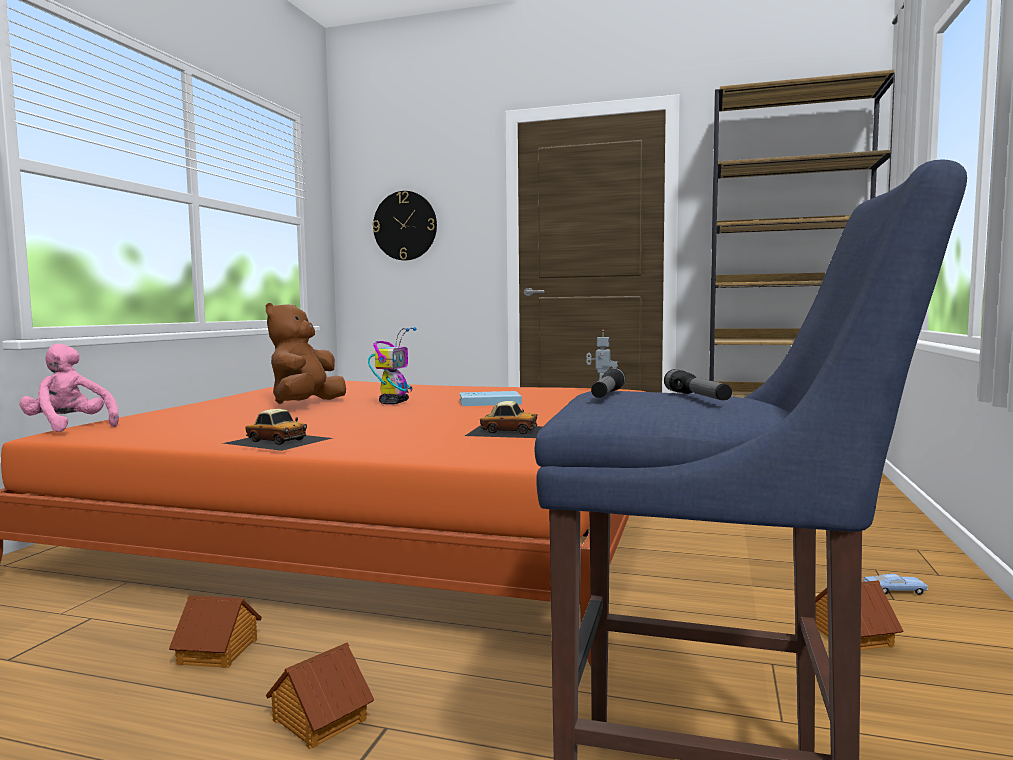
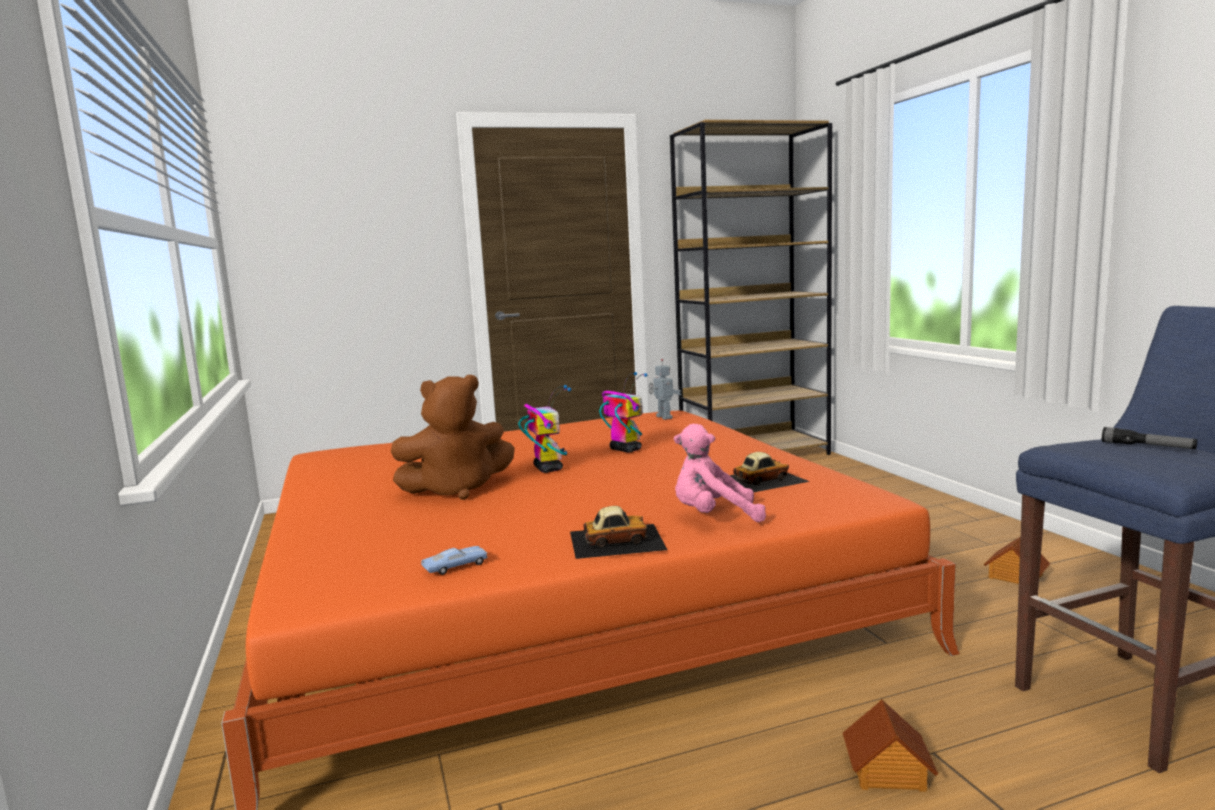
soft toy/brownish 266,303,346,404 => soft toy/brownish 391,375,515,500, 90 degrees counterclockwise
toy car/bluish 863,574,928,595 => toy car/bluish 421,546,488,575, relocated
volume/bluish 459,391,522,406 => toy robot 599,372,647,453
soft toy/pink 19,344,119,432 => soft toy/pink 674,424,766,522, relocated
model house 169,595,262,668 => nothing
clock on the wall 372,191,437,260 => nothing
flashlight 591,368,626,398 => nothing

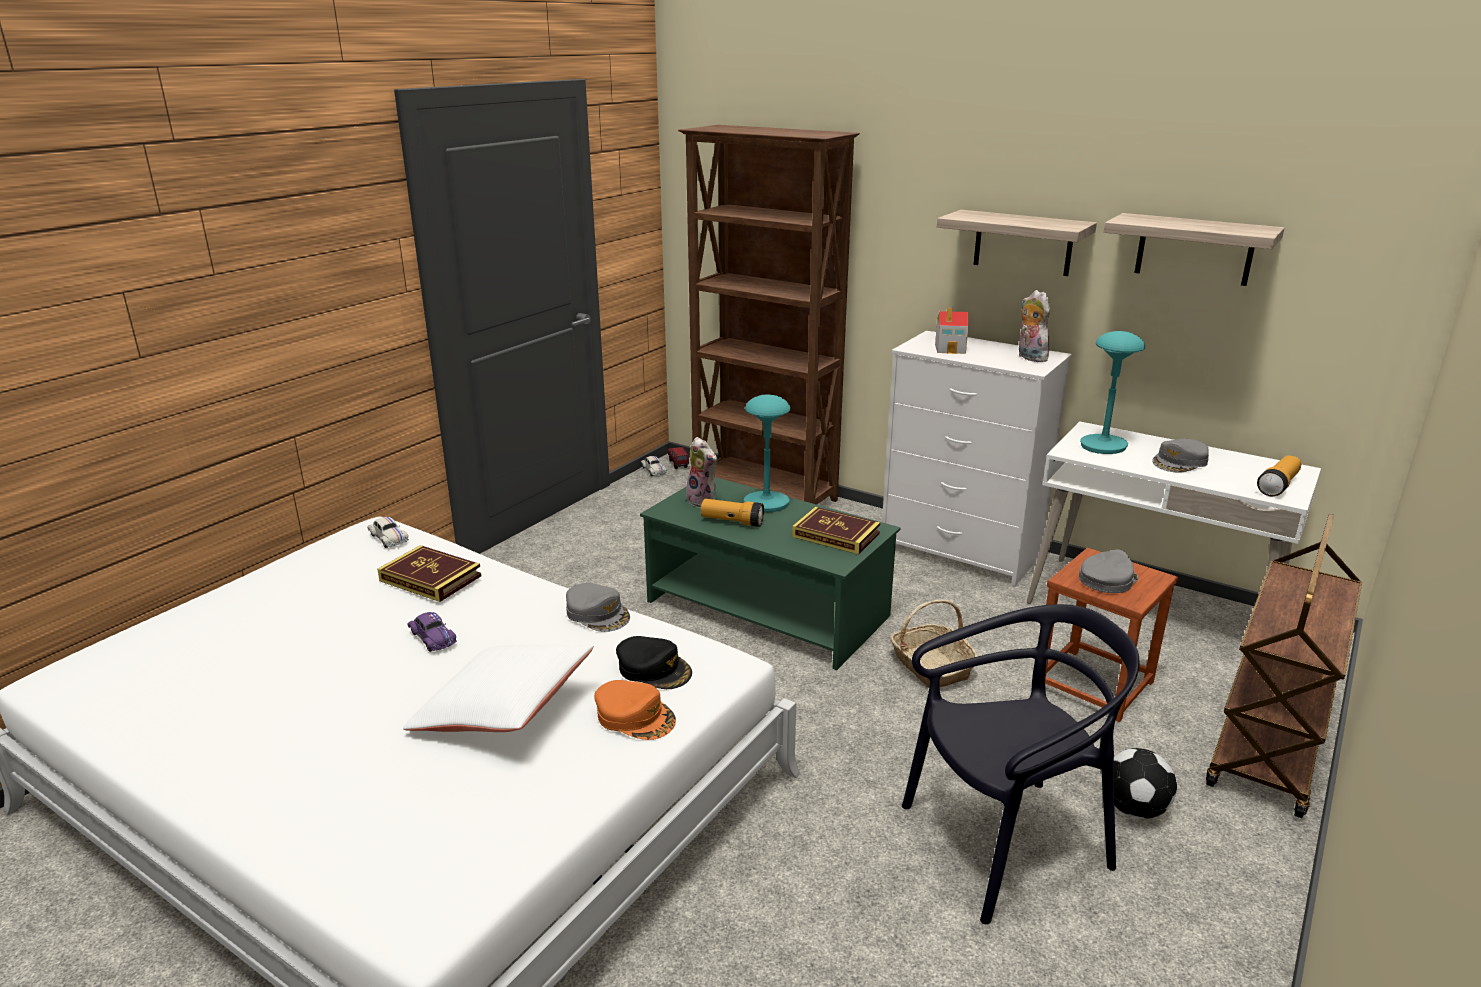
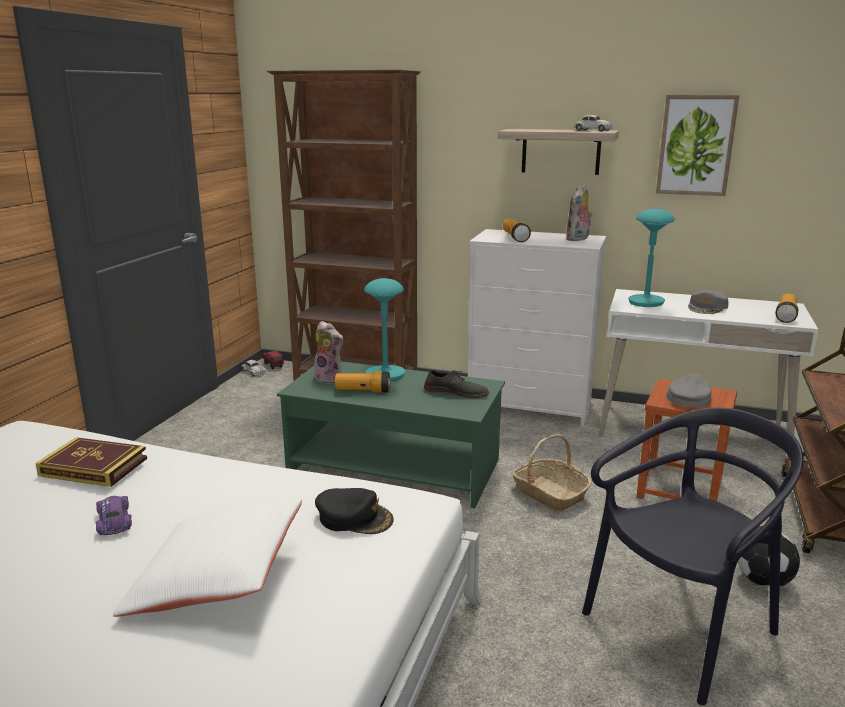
toy car/purplish 407,612,457,652 => toy car/purplish 96,496,132,535, 150 degrees counterclockwise
volume 792,507,880,555 => item of footwear/greyish 424,370,489,398
model house 935,308,969,354 => flashlight 503,219,531,242
soft toy 1019,290,1050,362 => soft toy 566,184,593,241, 105 degrees counterclockwise
toy car/whitish 367,517,409,548 => toy car/whitish 574,115,613,132, relocated
wall shelf 1104,213,1285,286 => picture 656,95,739,196
peaked cap/greyish 566,583,630,632 => nothing
peaked cap/orange-coloured 594,680,676,740 => nothing

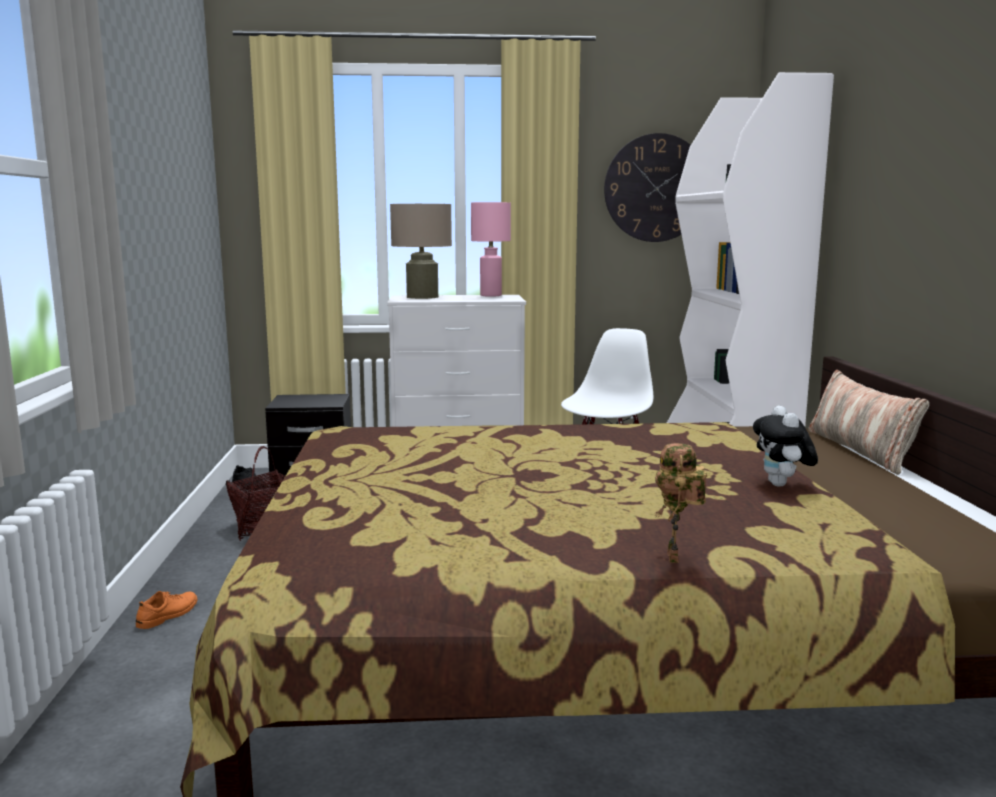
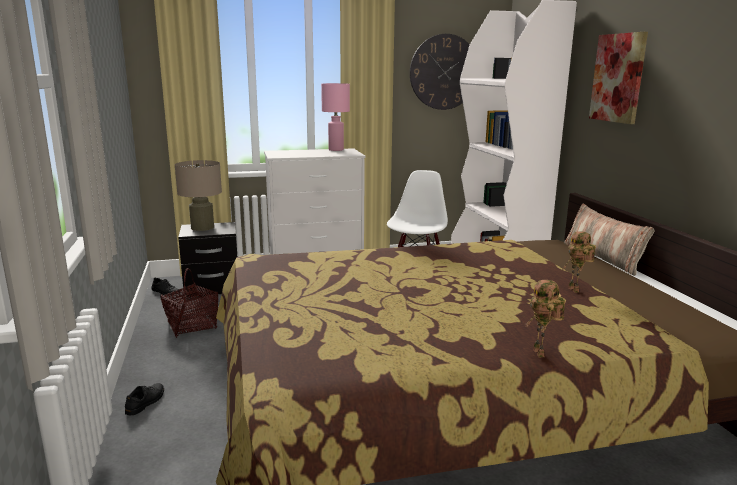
item of footwear/orange-coloured 136,591,197,629 => item of footwear/blackish 125,383,164,415
tabletop lamp/sand-coloured 390,204,452,299 => tabletop lamp/sand-coloured 175,160,222,231, relocated
soft toy 753,406,818,487 => toy robot 563,231,596,293
nothing => picture 589,32,648,124

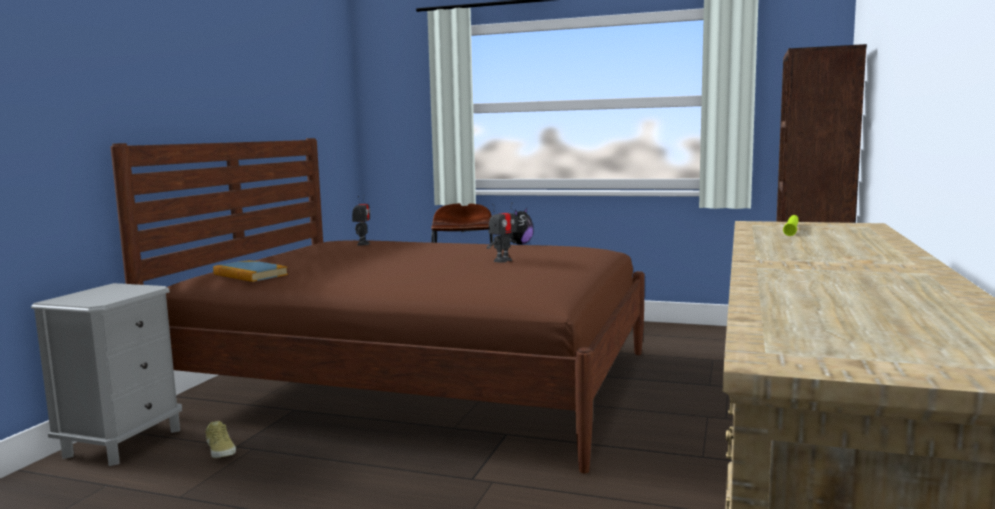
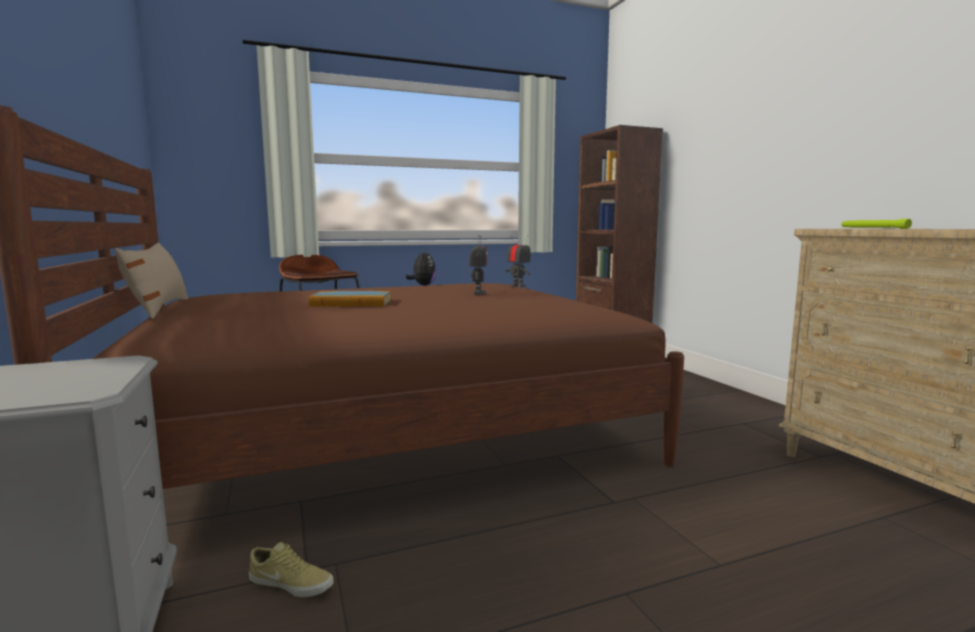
nothing => throw pillow/sand-coloured 115,242,188,319
volume 213,260,288,282 => volume 309,291,391,307, relocated
toy robot 352,195,370,246 => toy robot 505,235,531,287, relocated

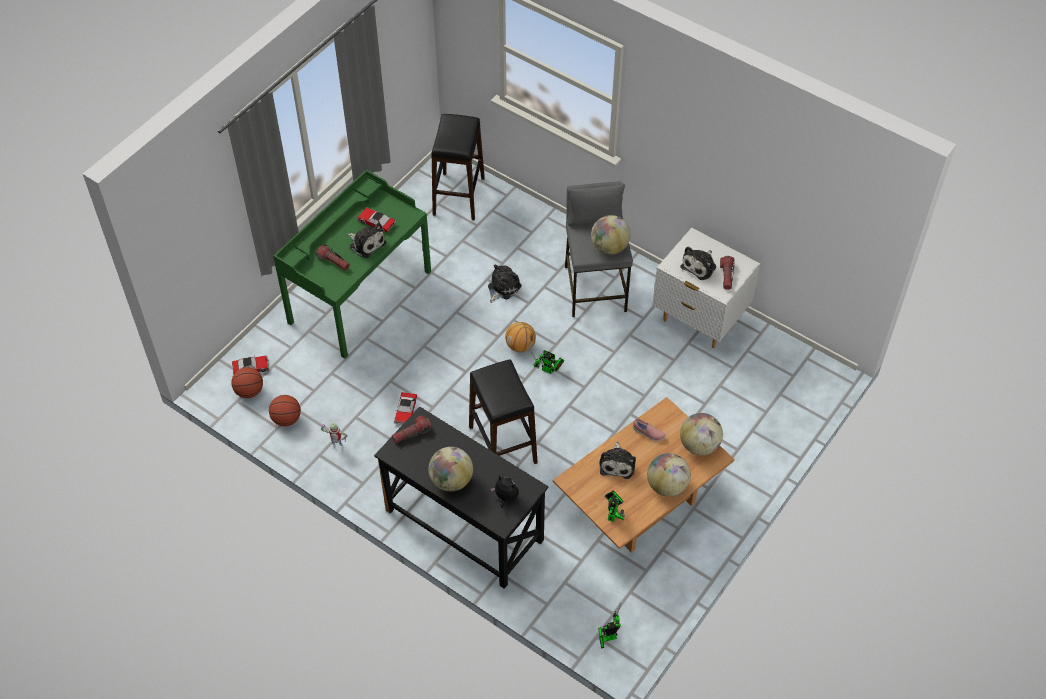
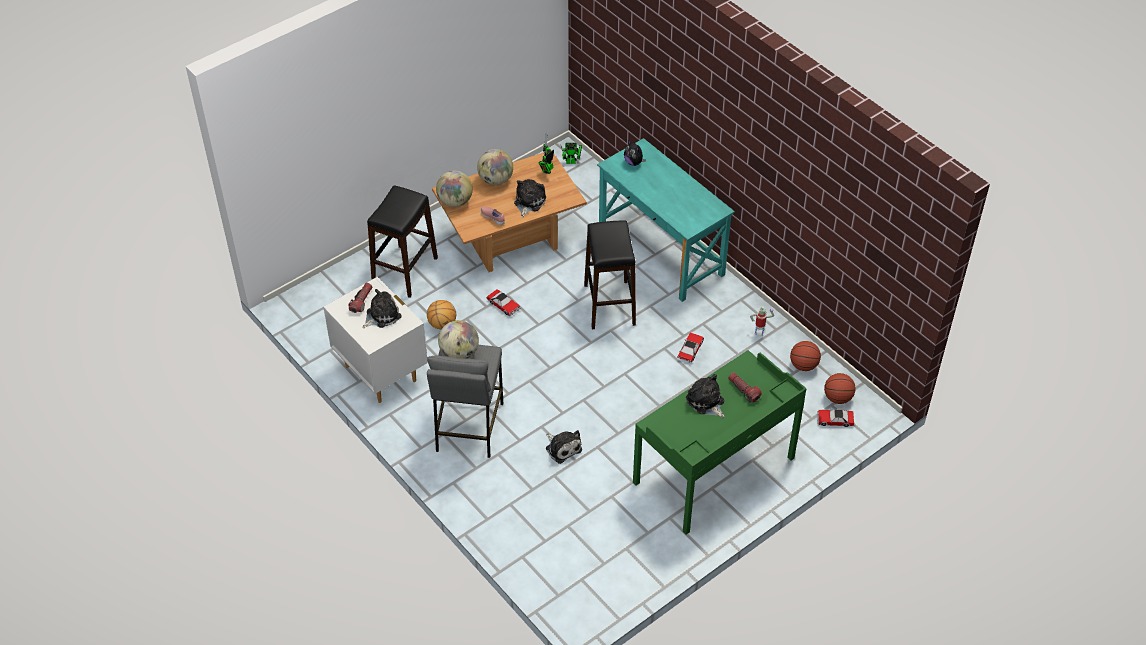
stool/blackish 431,114,485,220 => stool/blackish 367,186,438,298, relocated
basketball 505,322,536,352 => basketball 427,300,456,329, relocated
toy car 357,207,396,232 => toy car 487,289,521,316, relocated
soft toy 488,265,522,303 => soft toy 546,430,582,464, 90 degrees counterclockwise
desk table/blackish 374,406,548,589 => desk table/turquoise-coloured 597,138,735,302
flashlight 392,416,432,443 => nothing
desk globe 429,447,473,491 => nothing
toy robot 532,350,564,374 => nothing

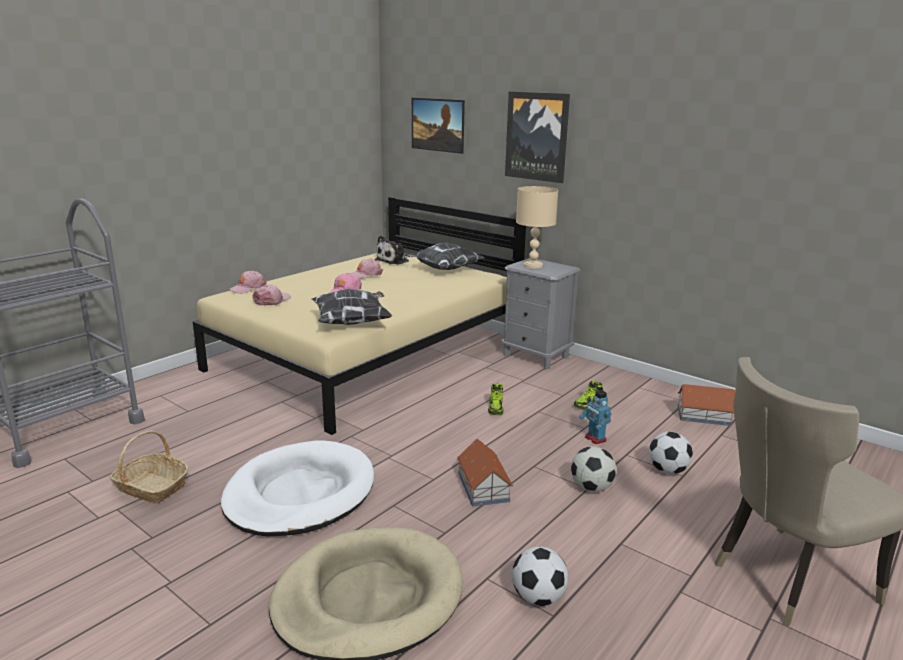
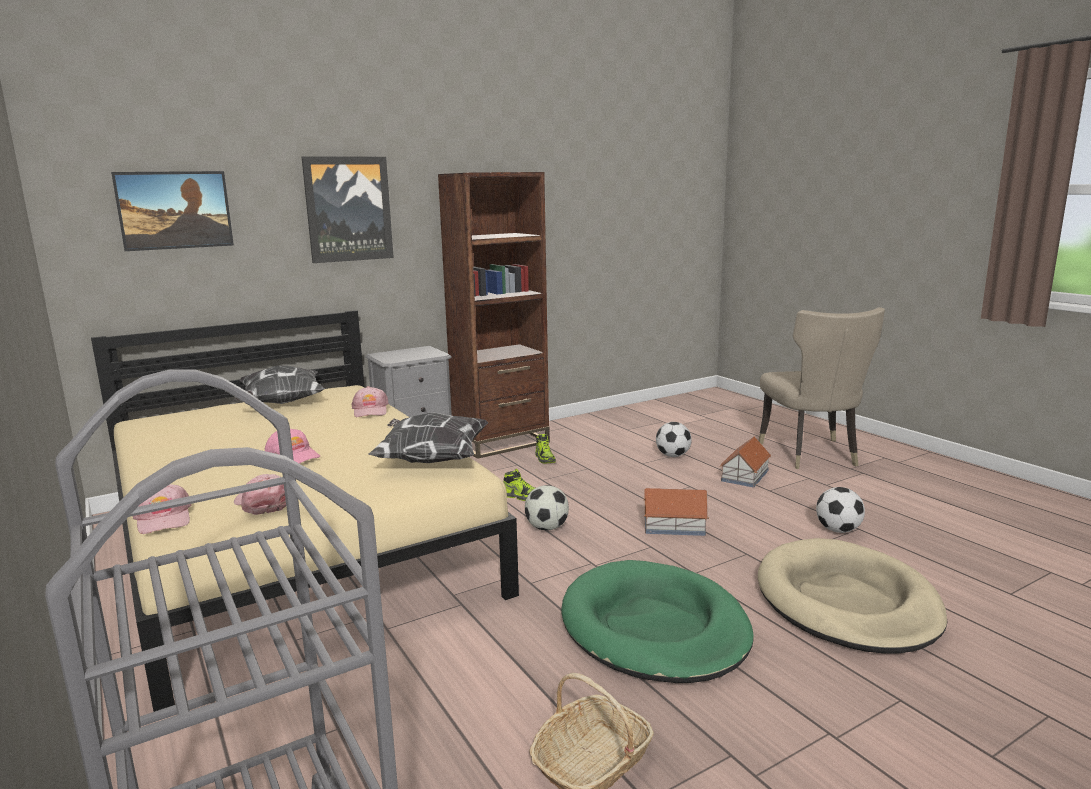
peaked cap/pink 349,258,383,279 => peaked cap/pink 351,386,389,417, relocated
nothing => bookshelf/brownish 438,172,550,459
ball for football 571,446,617,492 => ball for football 525,485,569,530, relocated
dog bed/whitish 221,440,374,536 => dog bed/green-coloured 561,560,754,683
model house 678,384,735,426 => model house 720,437,771,488, relocated
soft toy 375,235,409,265 => nothing
tabletop lamp/sand-coloured 516,186,558,268 => nothing
toy robot 579,390,611,444 => nothing

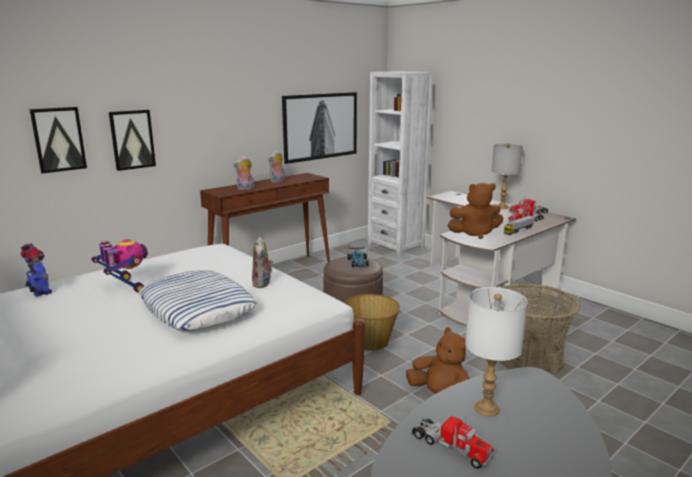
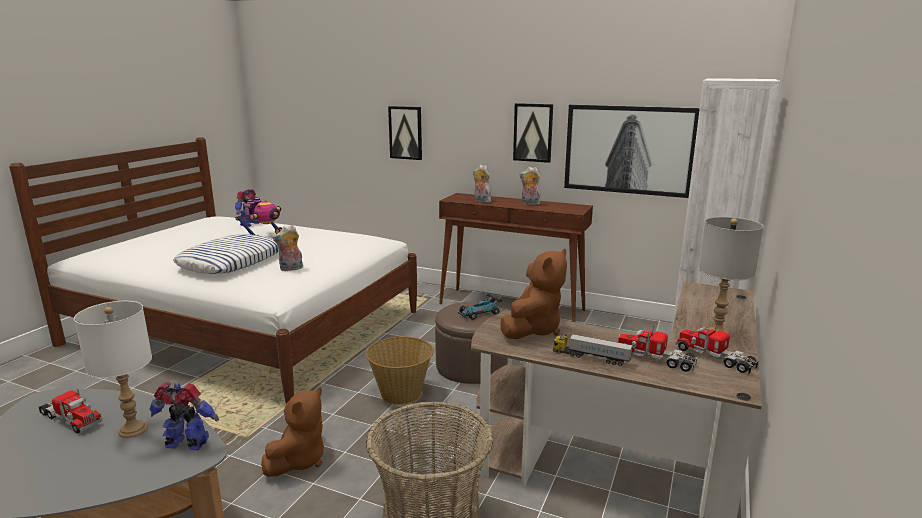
toy truck 412,416,495,469 => toy truck 38,389,102,433, 75 degrees counterclockwise
nothing => toy robot 149,382,219,450
soft toy/brownish 448,183,504,239 => soft toy/brownish 500,249,567,339, 120 degrees counterclockwise
picture 29,107,87,173 => picture 513,103,553,163, relocated

